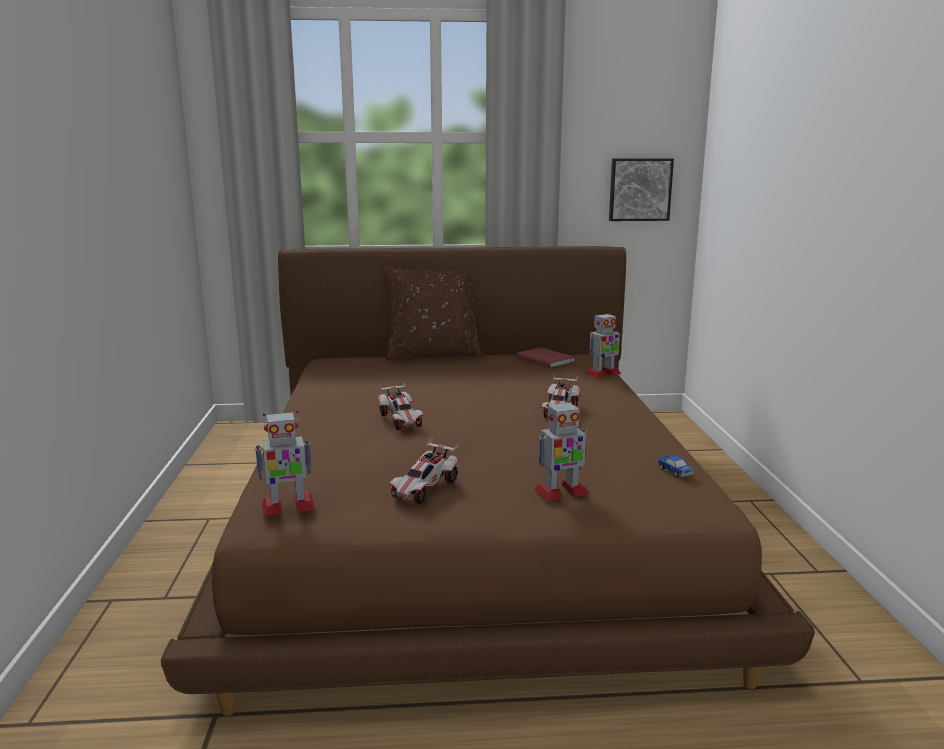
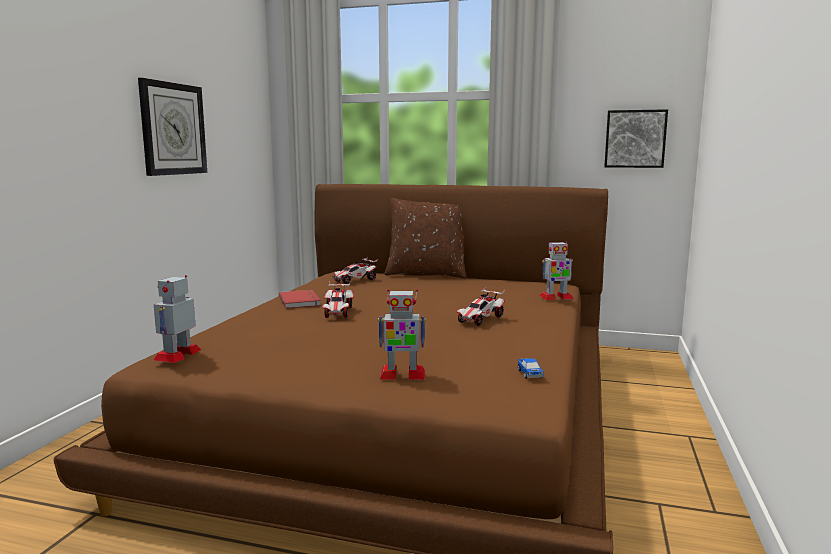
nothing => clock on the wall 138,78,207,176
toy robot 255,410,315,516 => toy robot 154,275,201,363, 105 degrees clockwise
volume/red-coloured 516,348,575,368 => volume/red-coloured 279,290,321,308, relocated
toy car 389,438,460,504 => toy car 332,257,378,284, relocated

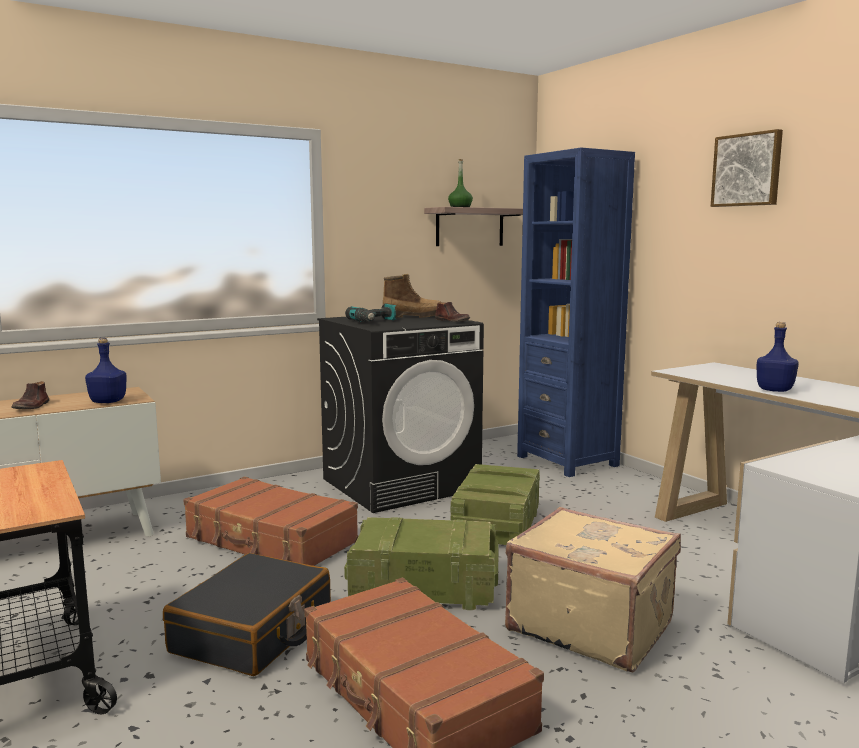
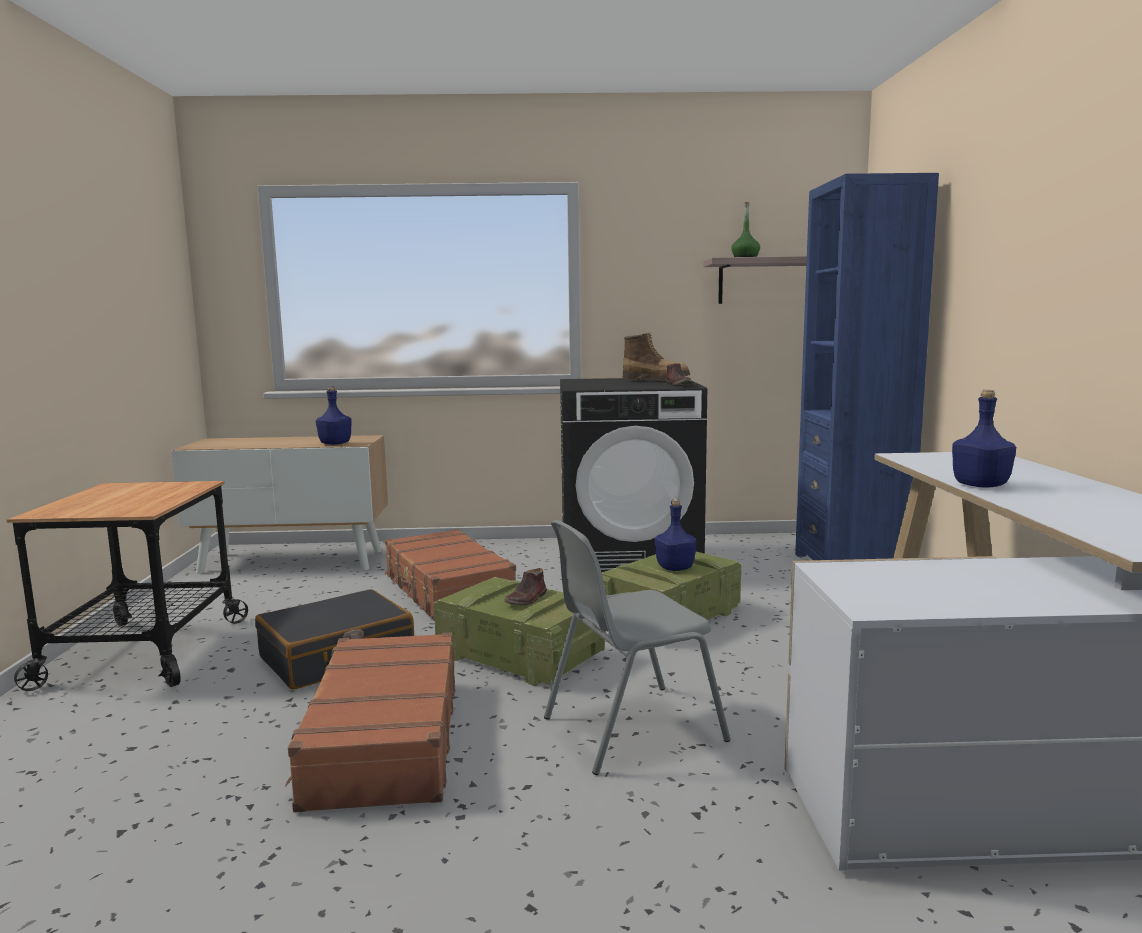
item of footwear/brownish 11,381,49,409 => item of footwear/brownish 504,568,547,605, relocated
piece of luggage/sand-coloured 505,507,681,672 => plain chair/greyish 544,520,731,775
nothing => bottle/bluish 655,499,696,571
electric drill 345,303,396,322 => nothing
picture 711,129,783,207 => nothing

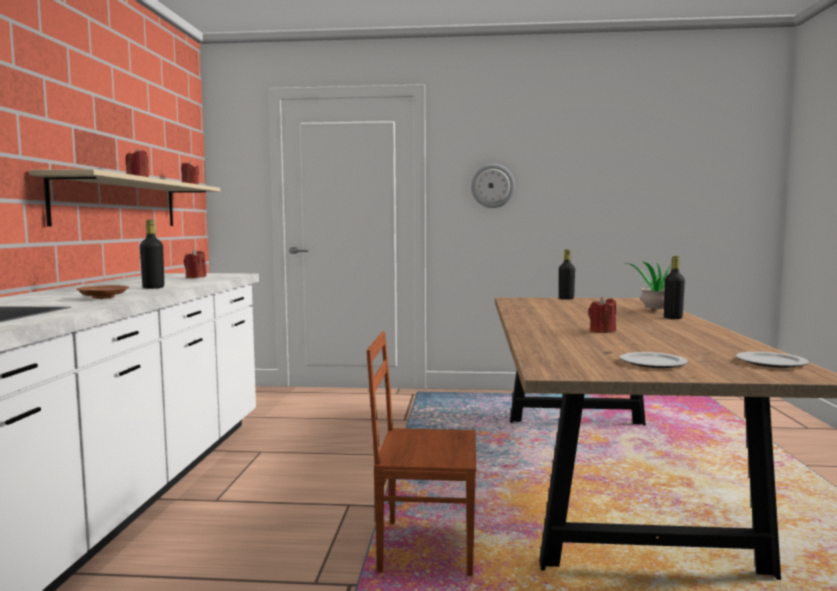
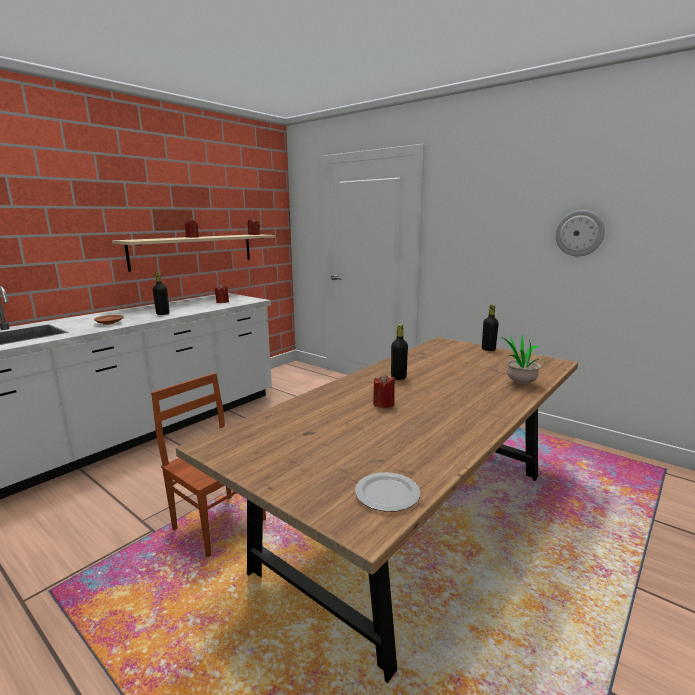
bottle/blackish 664,256,685,319 => bottle/blackish 391,324,408,380, relocated
clock on the wall 471,164,515,208 => clock on the wall 555,210,605,256, relocated
flat dish 620,352,688,368 => nothing

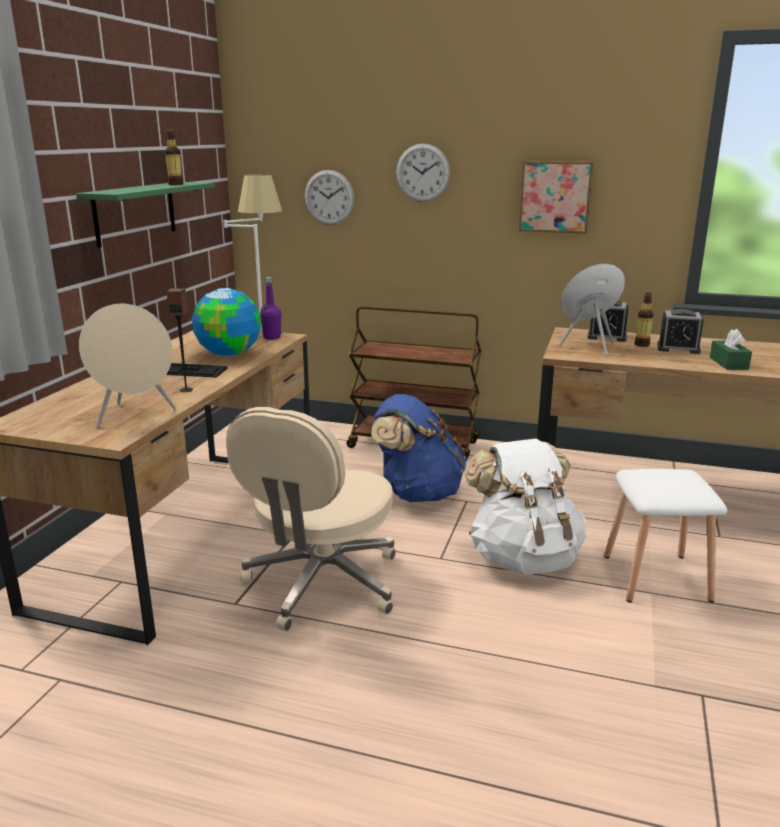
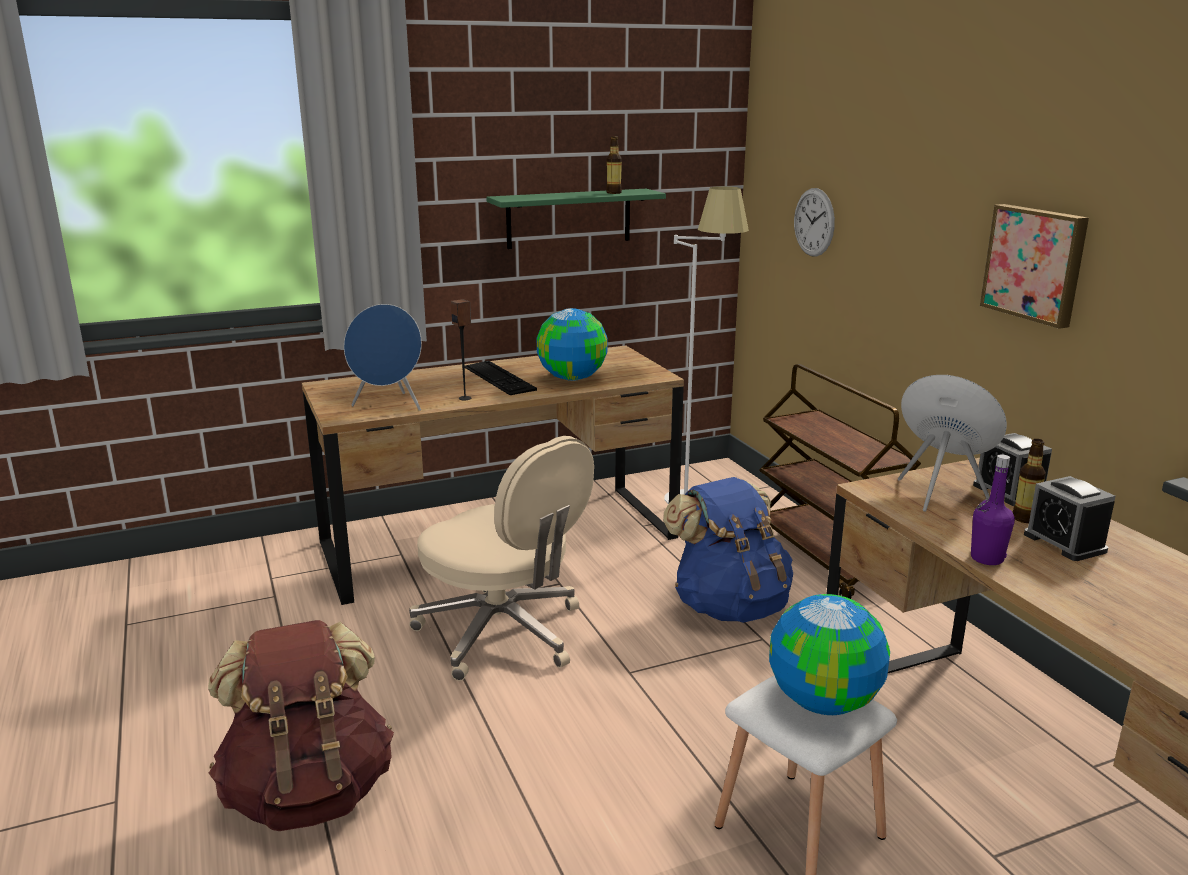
nothing => backpack/brownish 208,620,394,831
loudspeaker/sand-coloured 79,304,176,428 => loudspeaker/bluish 344,304,422,411
office chair/sand-coloured 226,407,396,632 => office chair/sand-coloured 409,436,594,681, 120 degrees counterclockwise
nothing => desk globe 769,594,890,715
bottle/purplish 260,277,281,340 => bottle/purplish 971,455,1015,565, relocated
clock on the wall 396,143,450,202 => nothing
backpack/whitish 465,439,586,575 => nothing
tissue box/green-coloured 710,329,752,370 => nothing

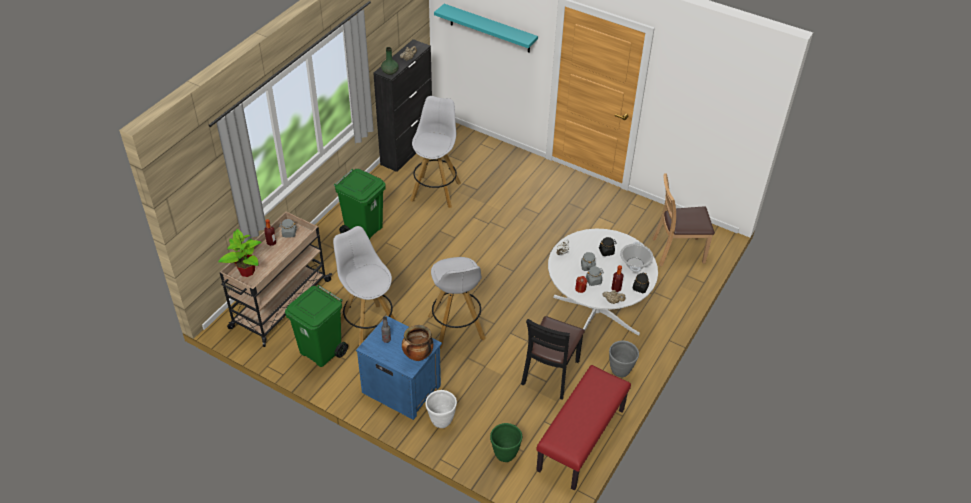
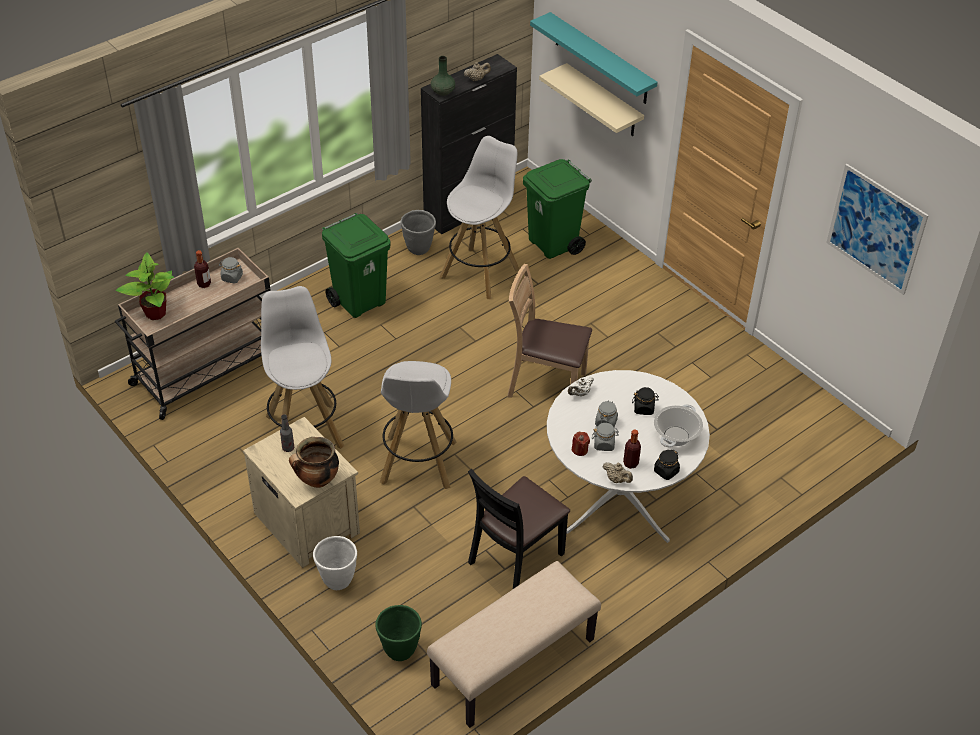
night table/bluish 356,316,442,420 => night table/sand-coloured 243,417,360,568
flower pot/greyish 609,340,639,377 => flower pot/greyish 401,210,436,255, relocated
long seat/red-coloured 536,365,631,491 => long seat/sand-coloured 427,561,601,728
plain chair/brownish 652,173,715,267 => plain chair/brownish 507,264,592,398, relocated
rubbish bin/green-coloured 285,285,348,367 => rubbish bin/green-coloured 523,159,592,259, relocated
nothing => wall shelf/sand-coloured 539,63,644,136
nothing => picture 826,164,929,295

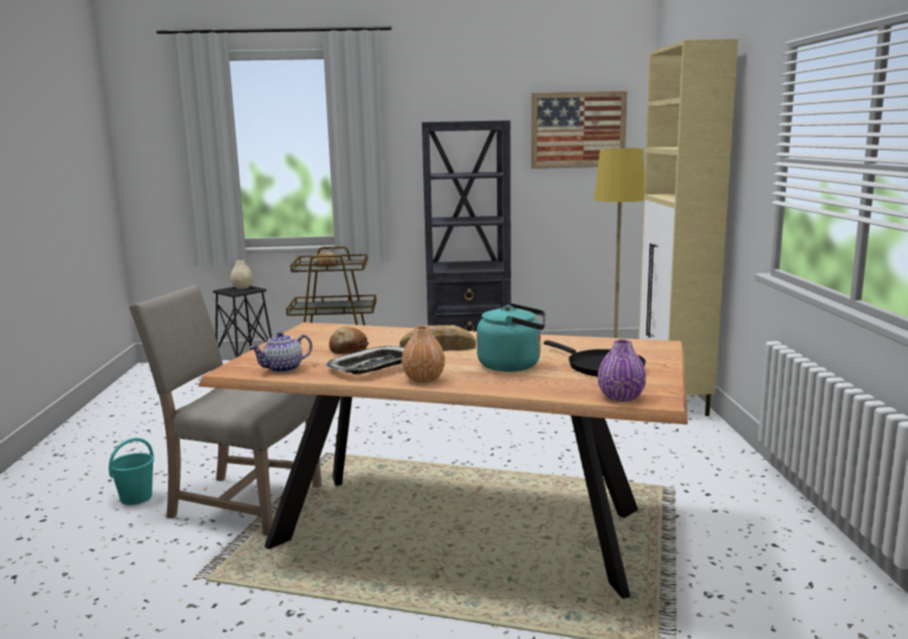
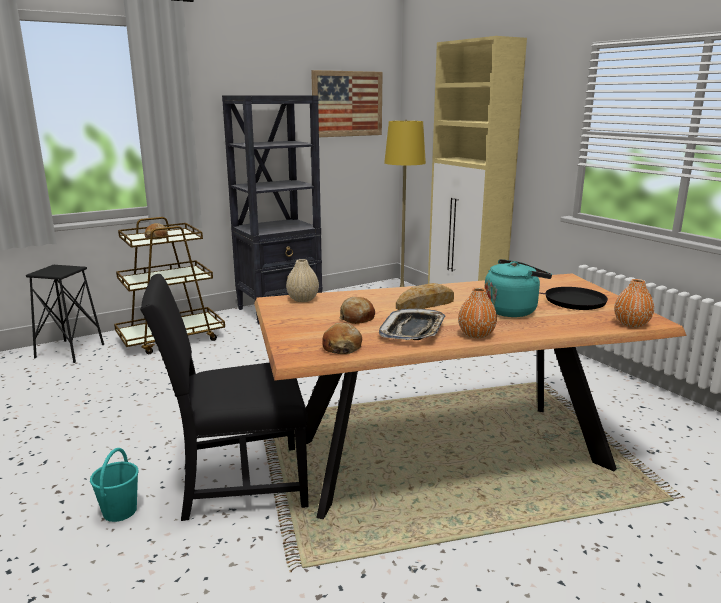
plain chair/sand-coloured 129,285,322,536 => plain chair/blackish 140,274,309,521
vase/sand-coloured 230,260,253,289 => vase/sand-coloured 286,259,319,302, relocated
tea pot 249,332,312,373 => bakery bread 322,323,362,354
vase/purplish 598,339,646,402 => vase/orange-coloured 614,279,654,327

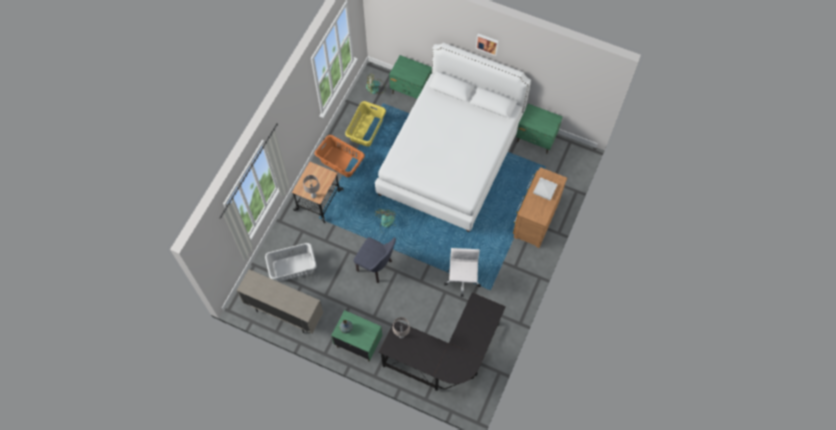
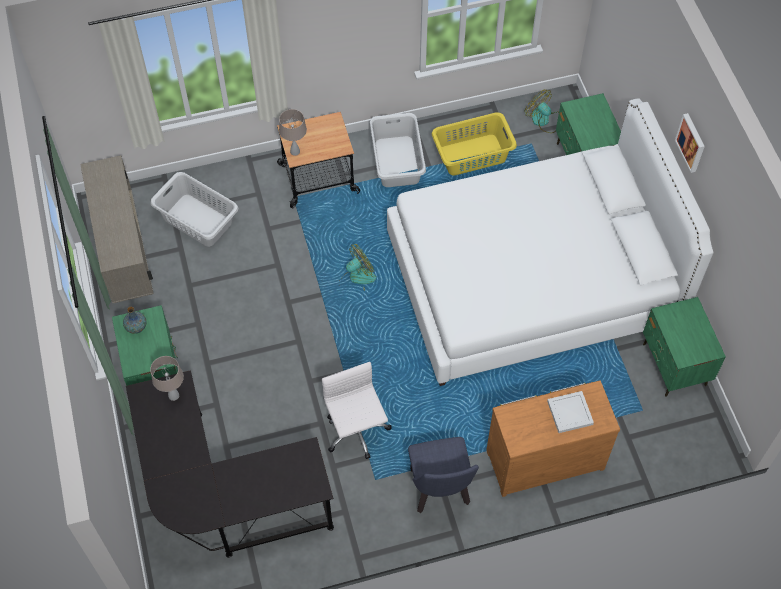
office chair/whitish 444,248,481,297 => office chair/whitish 322,362,391,459, 75 degrees counterclockwise
washing basket/orange-coloured 315,135,365,177 => washing basket/greyish 369,113,426,187
plain chair/bluish 353,237,396,283 => plain chair/bluish 408,437,479,513, relocated

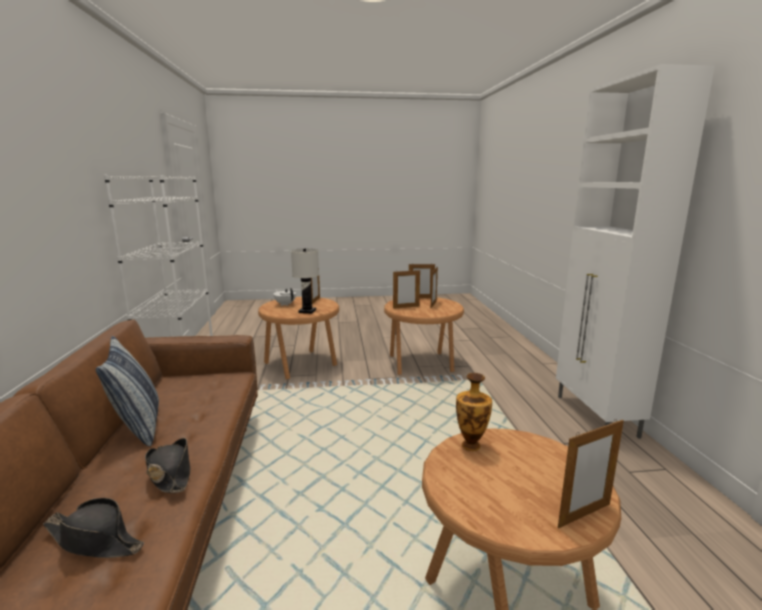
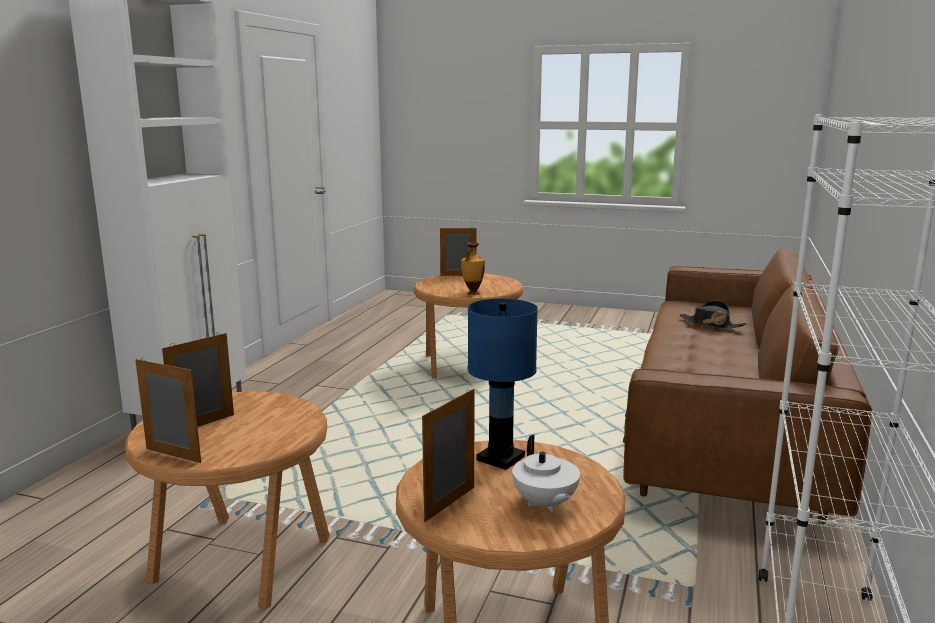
tabletop lamp/whitish 291,248,319,314 => tabletop lamp/bluish 468,299,538,470
throw pillow 96,336,159,446 => nothing
hat/blackish 145,438,190,493 => nothing
photo frame 393,270,420,309 => nothing

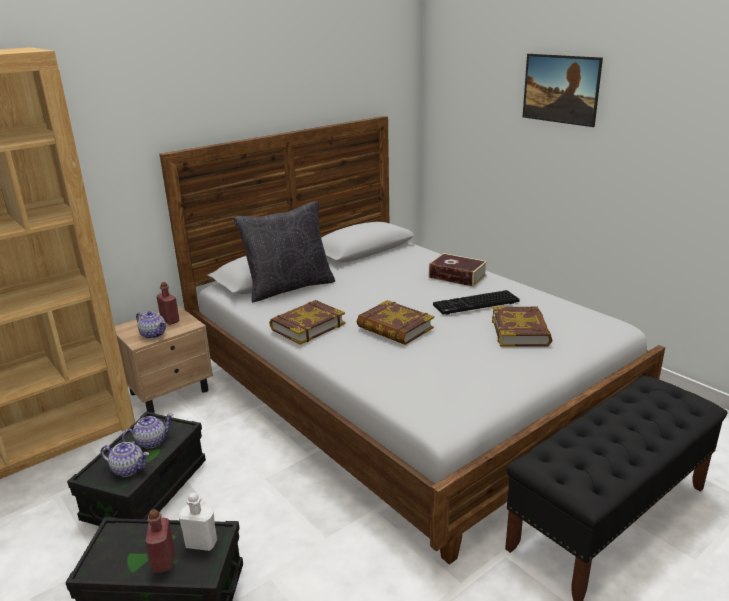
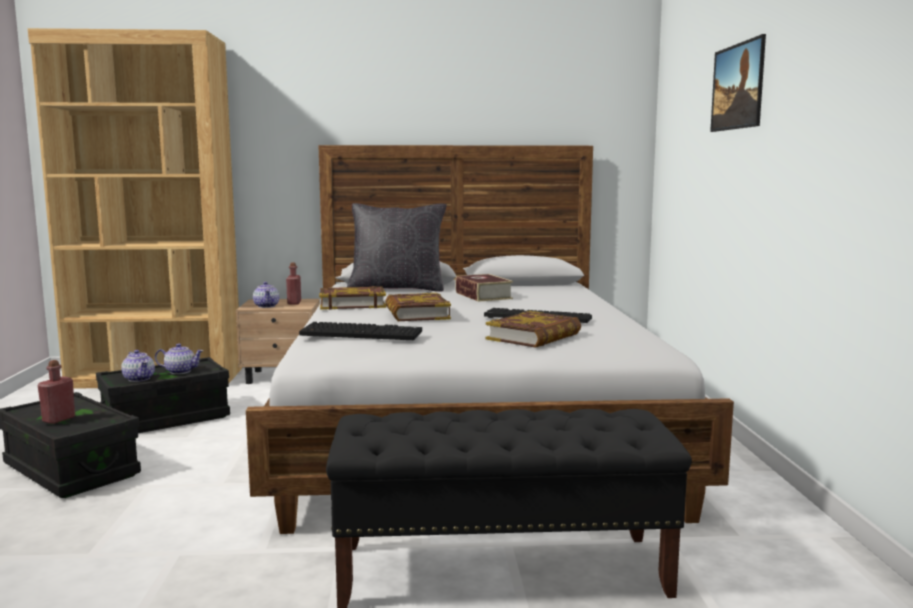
nothing => keyboard 299,322,422,340
volume 429,253,487,287 => volume 455,274,513,302, relocated
bottle/whitish 179,493,217,551 => nothing

